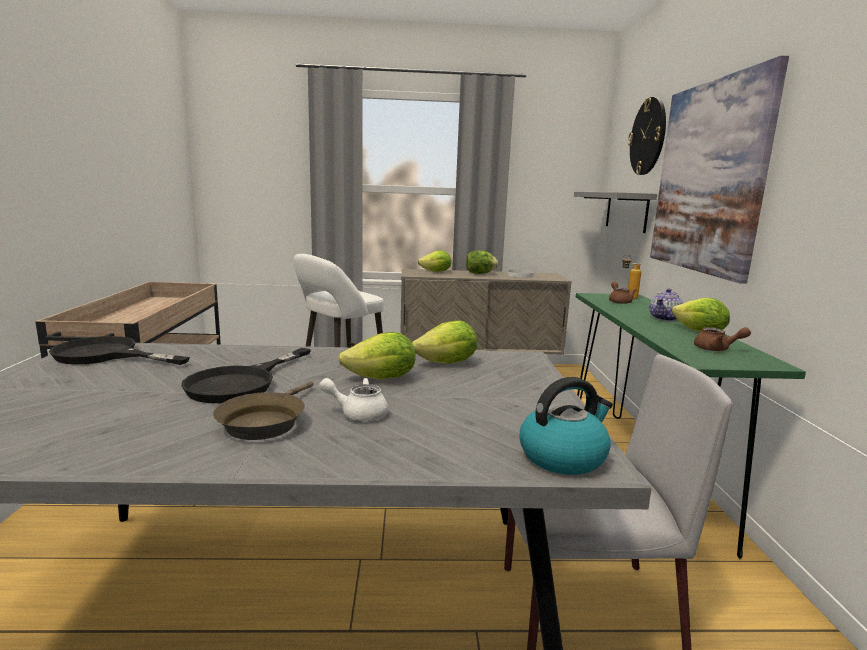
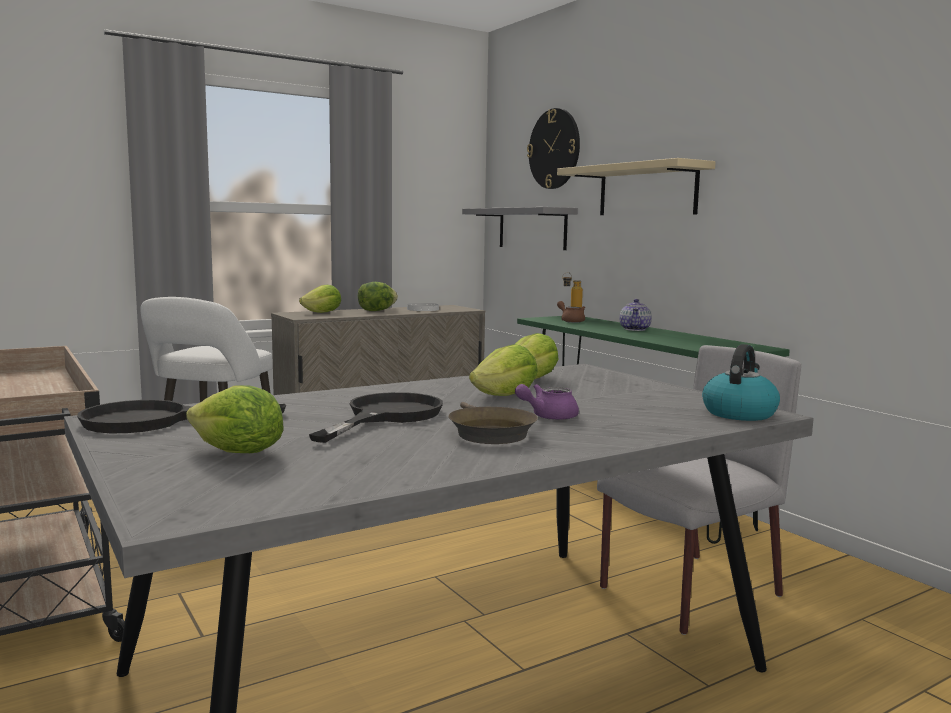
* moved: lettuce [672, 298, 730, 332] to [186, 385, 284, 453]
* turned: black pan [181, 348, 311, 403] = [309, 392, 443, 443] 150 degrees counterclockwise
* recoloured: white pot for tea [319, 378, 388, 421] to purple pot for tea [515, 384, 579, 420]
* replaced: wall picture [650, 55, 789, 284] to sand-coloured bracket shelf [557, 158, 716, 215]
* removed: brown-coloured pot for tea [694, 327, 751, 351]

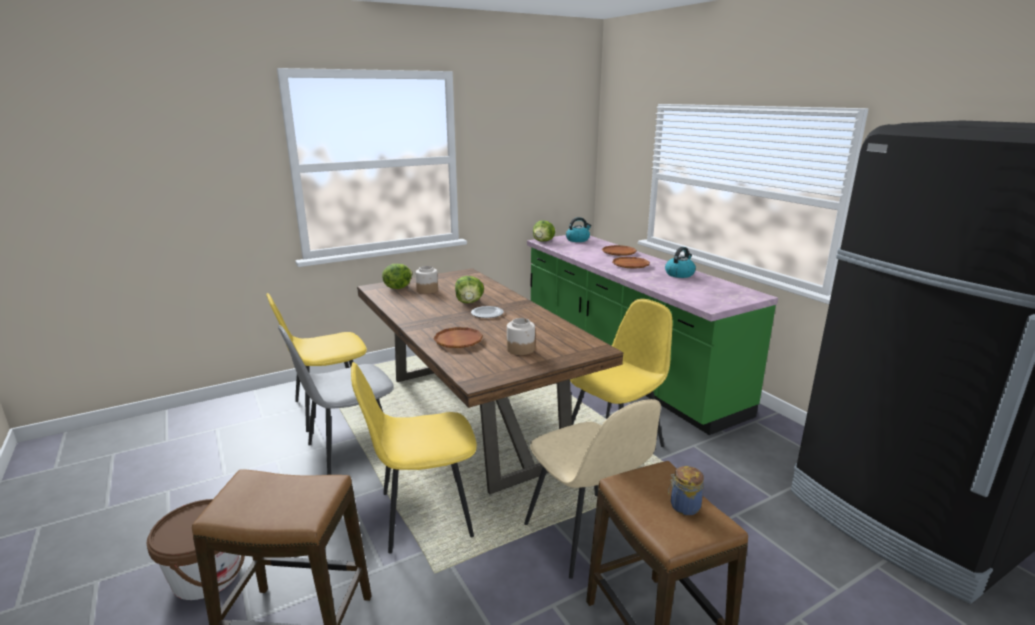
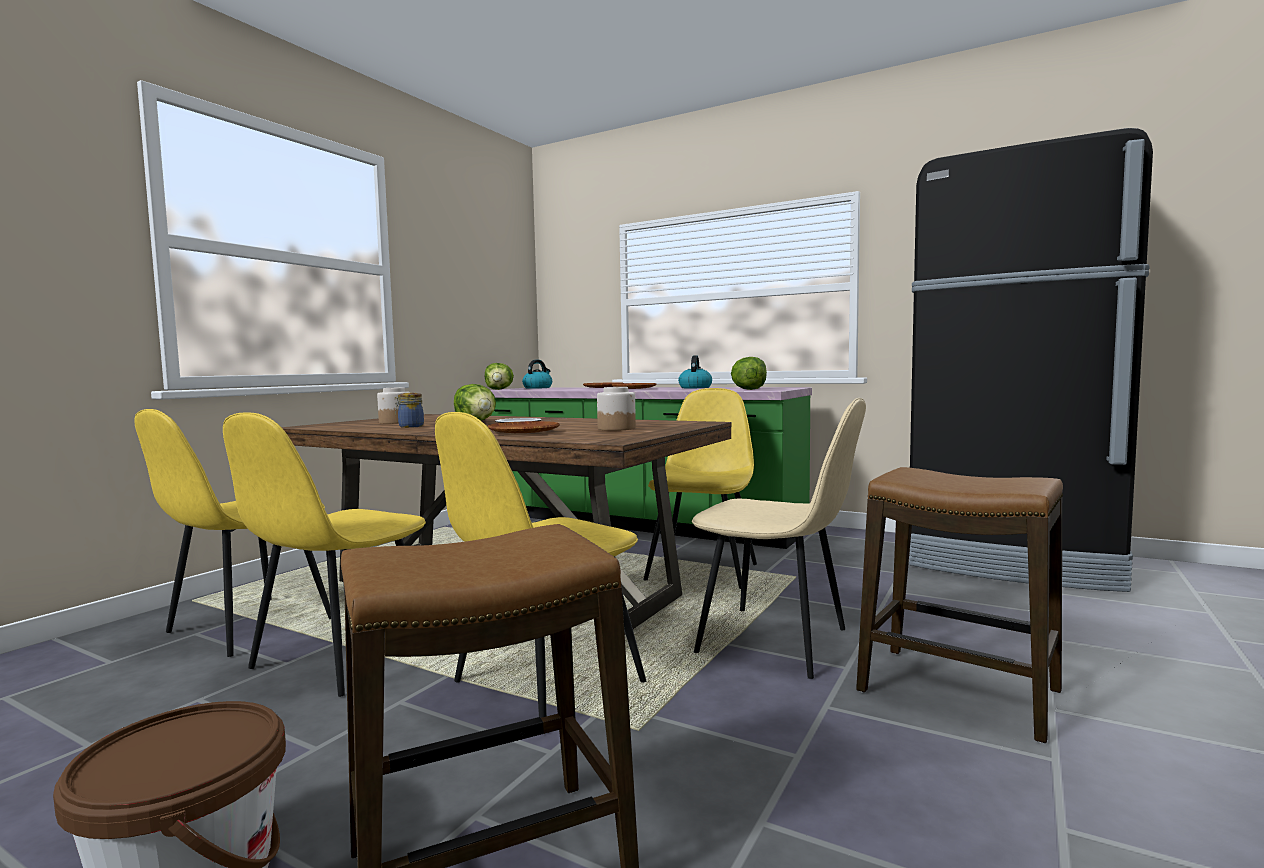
* recoloured: gray plain chair [278, 325, 394, 475] to yellowish plain chair [223, 412, 426, 697]
* moved: preserve jar [668, 466, 704, 515] to [395, 393, 424, 428]
* moved: lettuce [382, 264, 413, 289] to [731, 357, 767, 390]

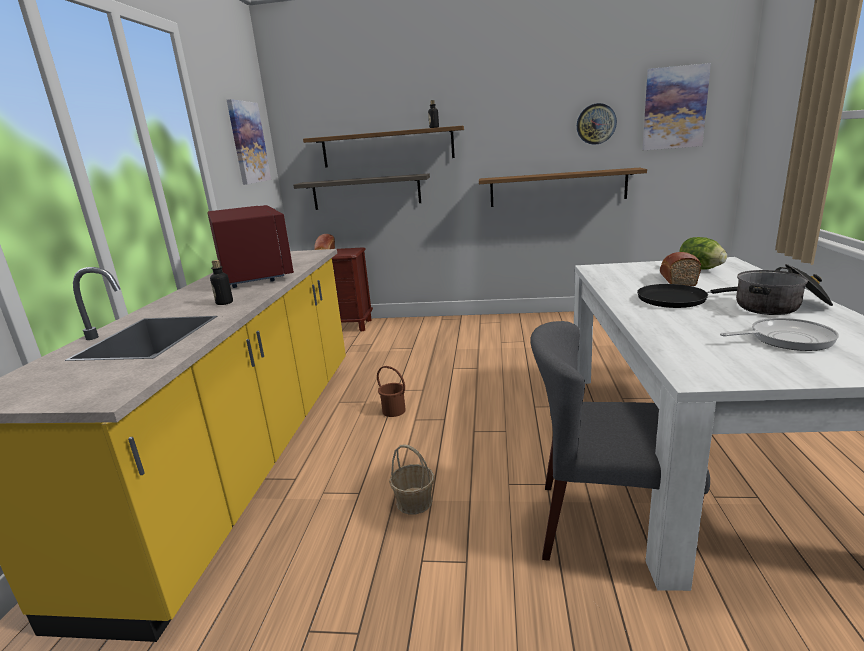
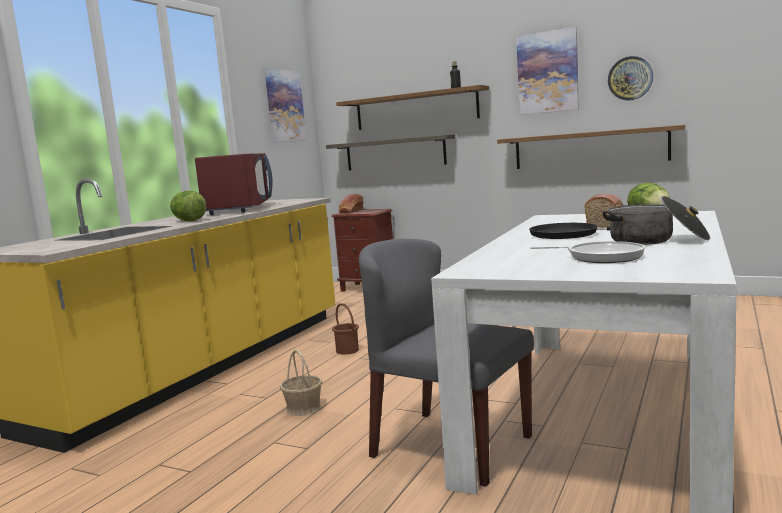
* replaced: beverage bottle [210, 260, 233, 305] to lettuce [170, 190, 206, 221]
* moved: wall picture [643, 63, 711, 150] to [516, 27, 579, 115]

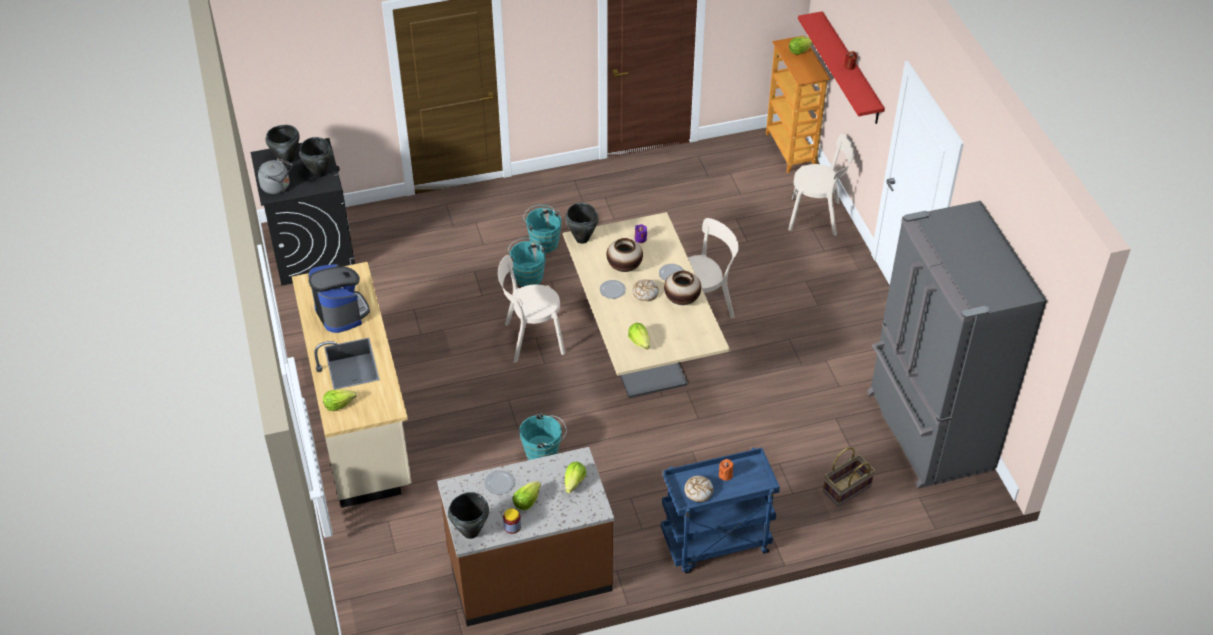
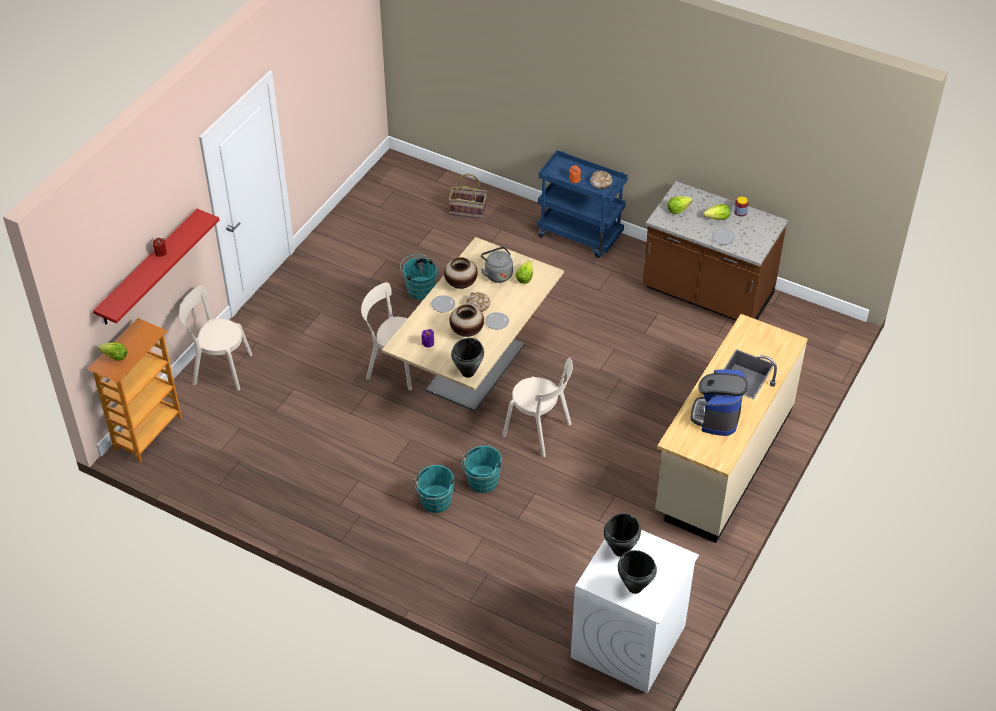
* turned: sand-coloured plain chair [788, 134, 854, 236] = [179, 286, 253, 391] 45 degrees counterclockwise
* moved: blue-green water bucket [520, 413, 567, 460] to [400, 255, 437, 300]
* moved: gray water kettle [258, 158, 293, 194] to [481, 246, 513, 283]
* recoloured: black washing machine [251, 138, 355, 286] to white washing machine [571, 530, 699, 693]
* removed: lettuce [323, 390, 356, 411]
* removed: black stockpot [448, 492, 489, 539]
* removed: gray fridge [867, 201, 1047, 489]

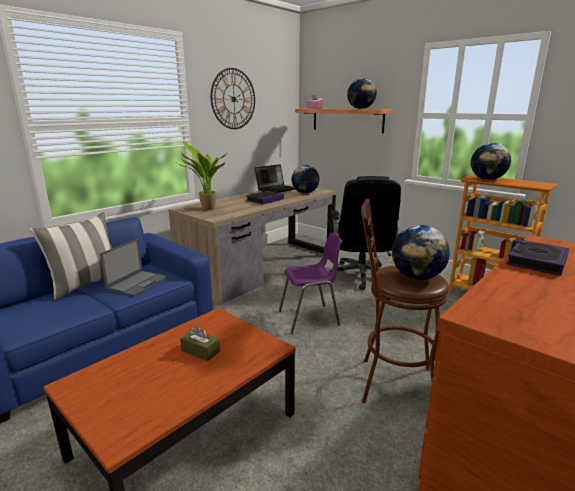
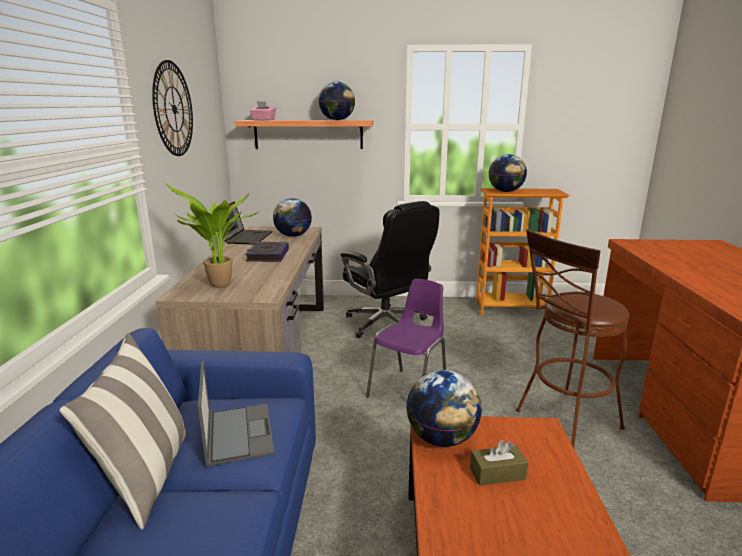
* moved: desk globe [392, 225, 450, 280] to [406, 370, 482, 447]
* removed: book [507, 240, 570, 276]

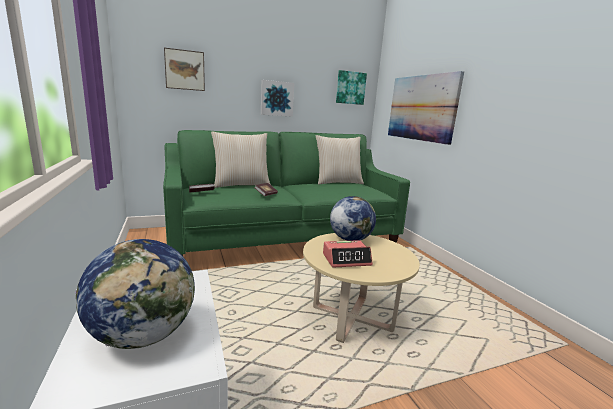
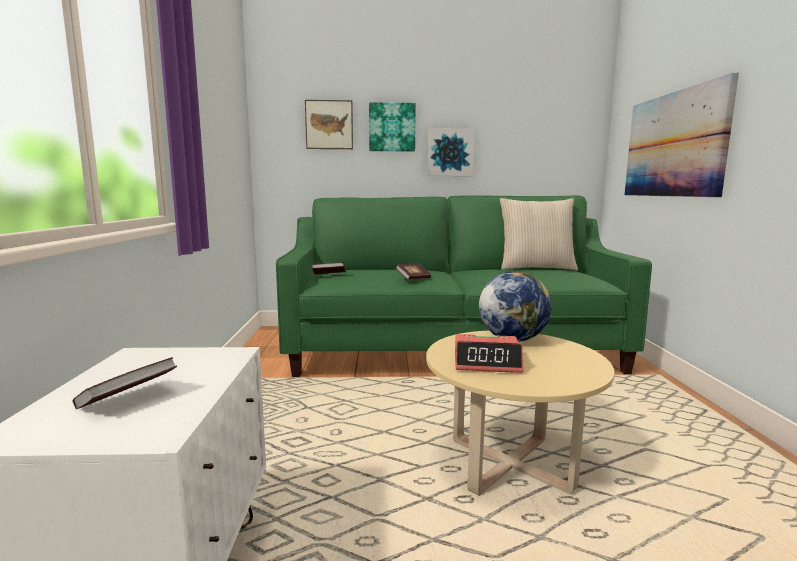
* replaced: desk globe [75, 239, 195, 349] to book [73, 357, 177, 409]
* moved: wall picture [336, 70, 367, 105] to [369, 102, 416, 152]
* removed: sand-coloured pillow [211, 131, 271, 188]

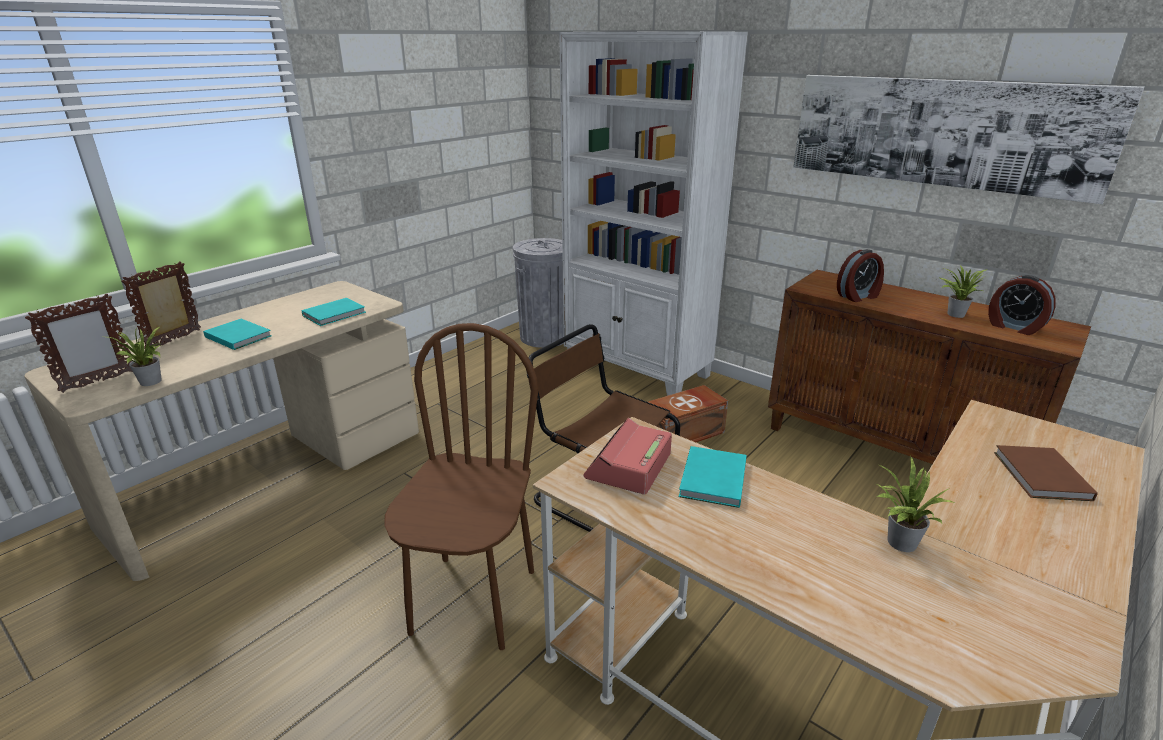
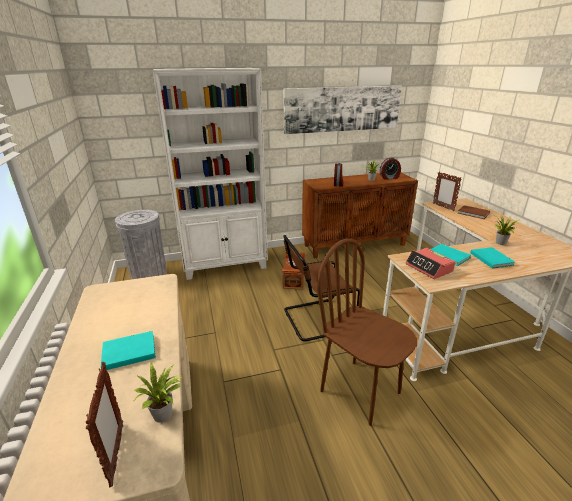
* moved: standing frame [121, 261, 201, 349] to [433, 172, 462, 211]
* moved: blue-green book [301, 298, 366, 326] to [470, 247, 515, 269]

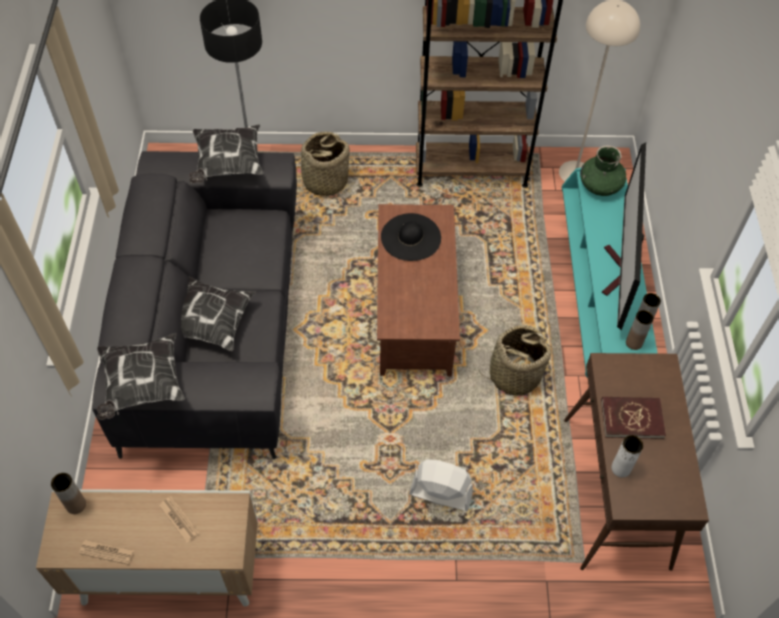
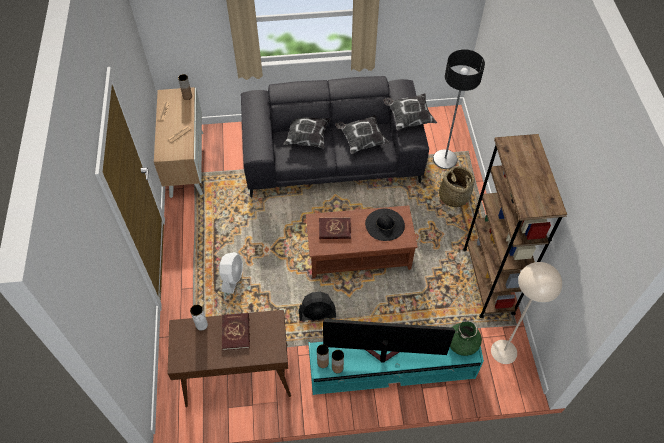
* replaced: basket [479, 325, 551, 396] to black electric fan [299, 292, 336, 321]
* added: reddish book [319, 218, 351, 239]
* moved: pillow [97, 333, 185, 420] to [335, 115, 390, 154]

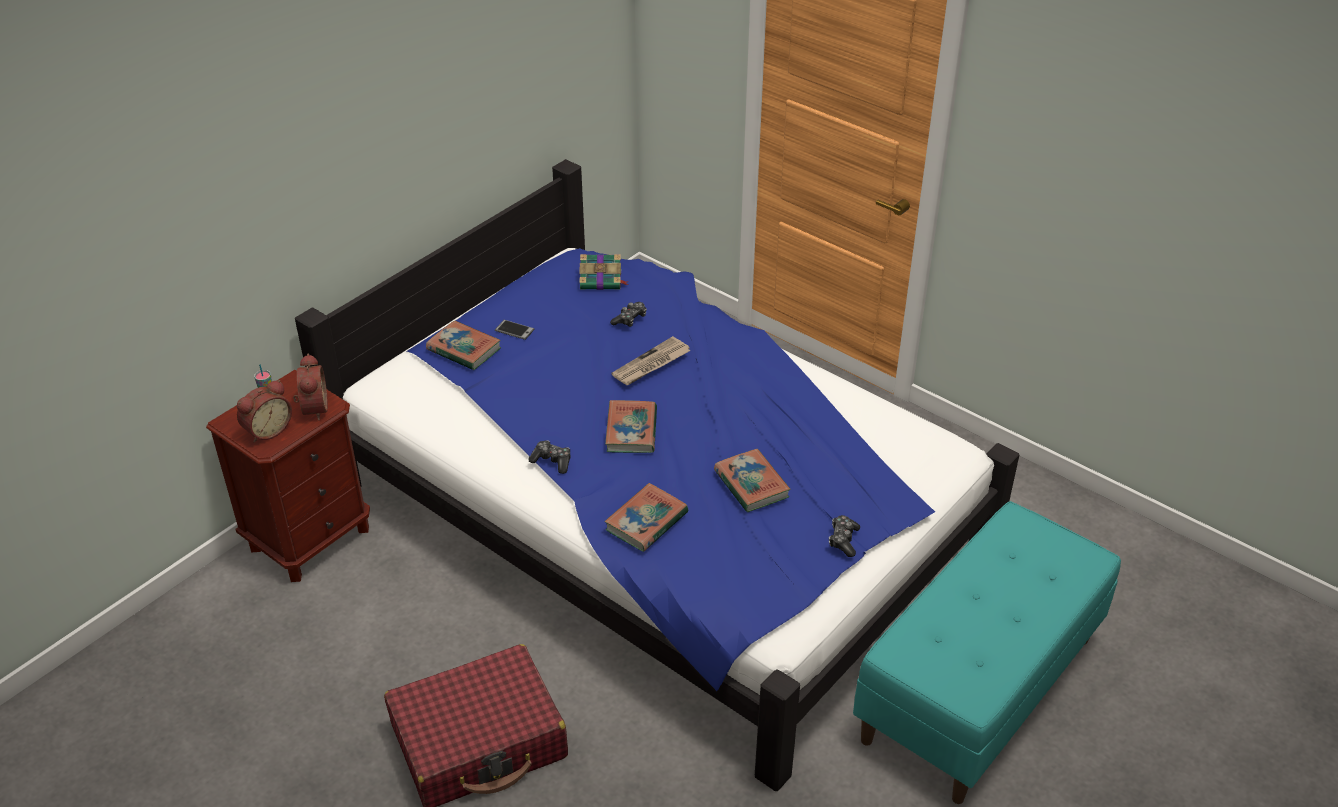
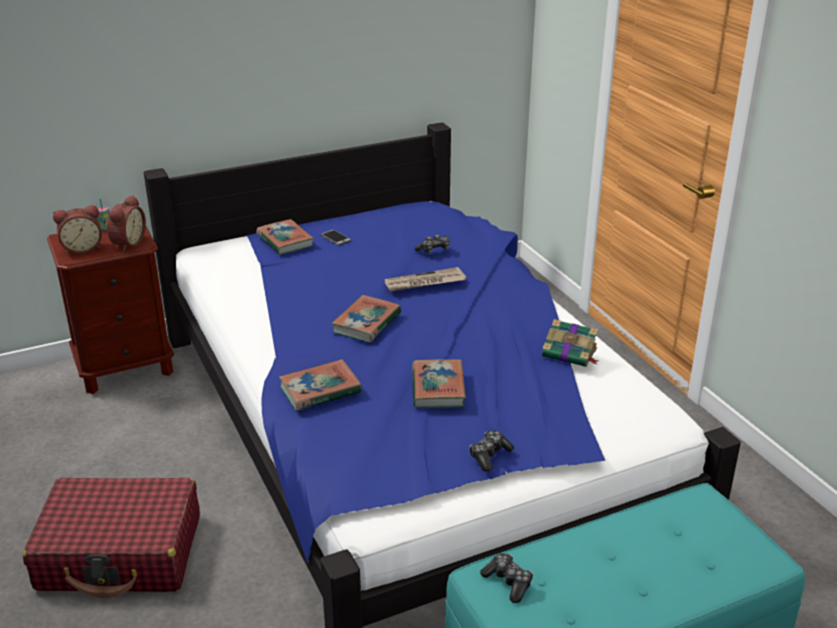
* moved: game controller [528, 440, 570, 474] to [480, 553, 533, 603]
* moved: book [579, 254, 629, 290] to [542, 319, 598, 367]

